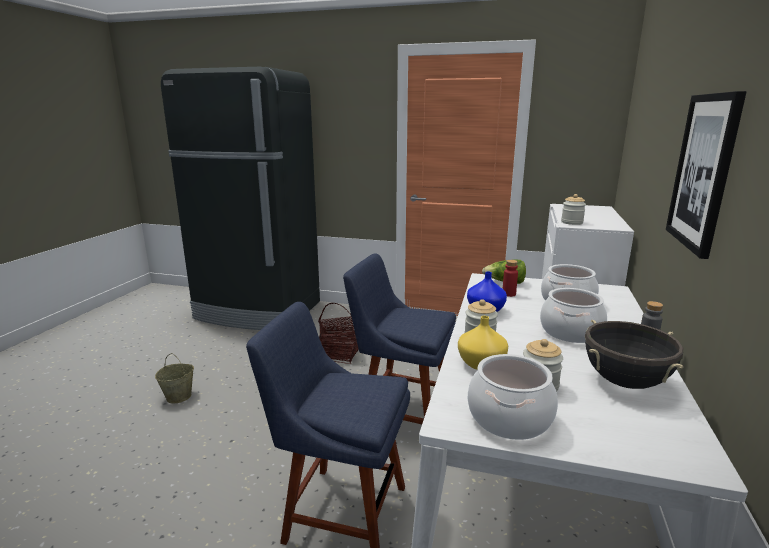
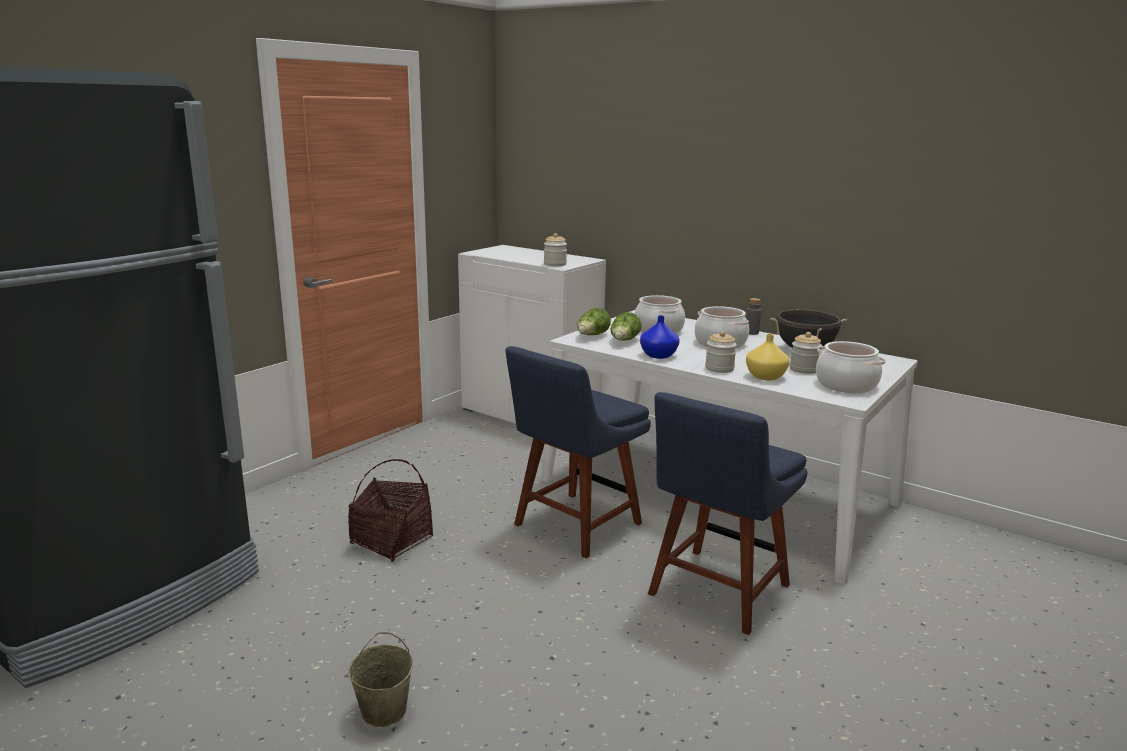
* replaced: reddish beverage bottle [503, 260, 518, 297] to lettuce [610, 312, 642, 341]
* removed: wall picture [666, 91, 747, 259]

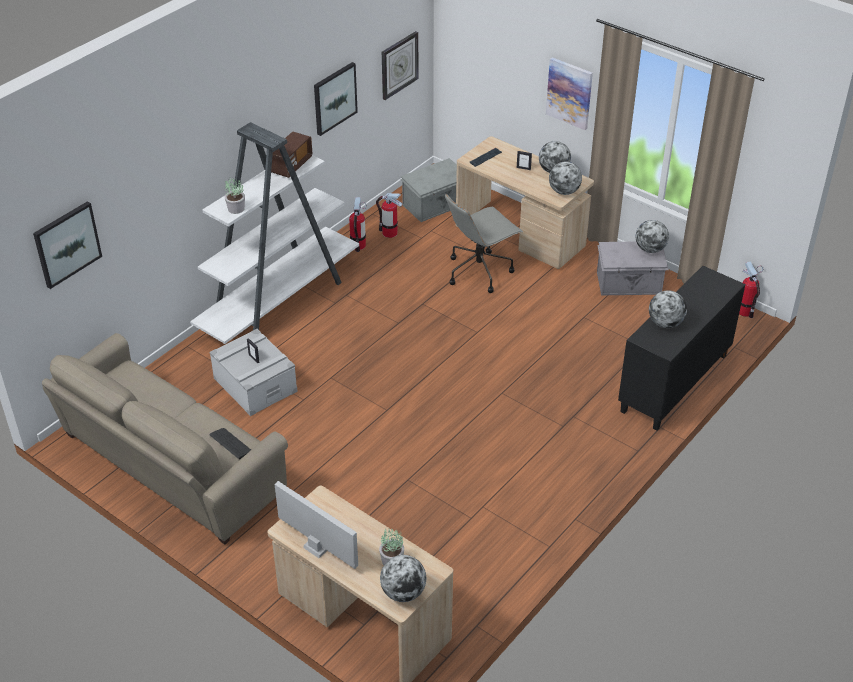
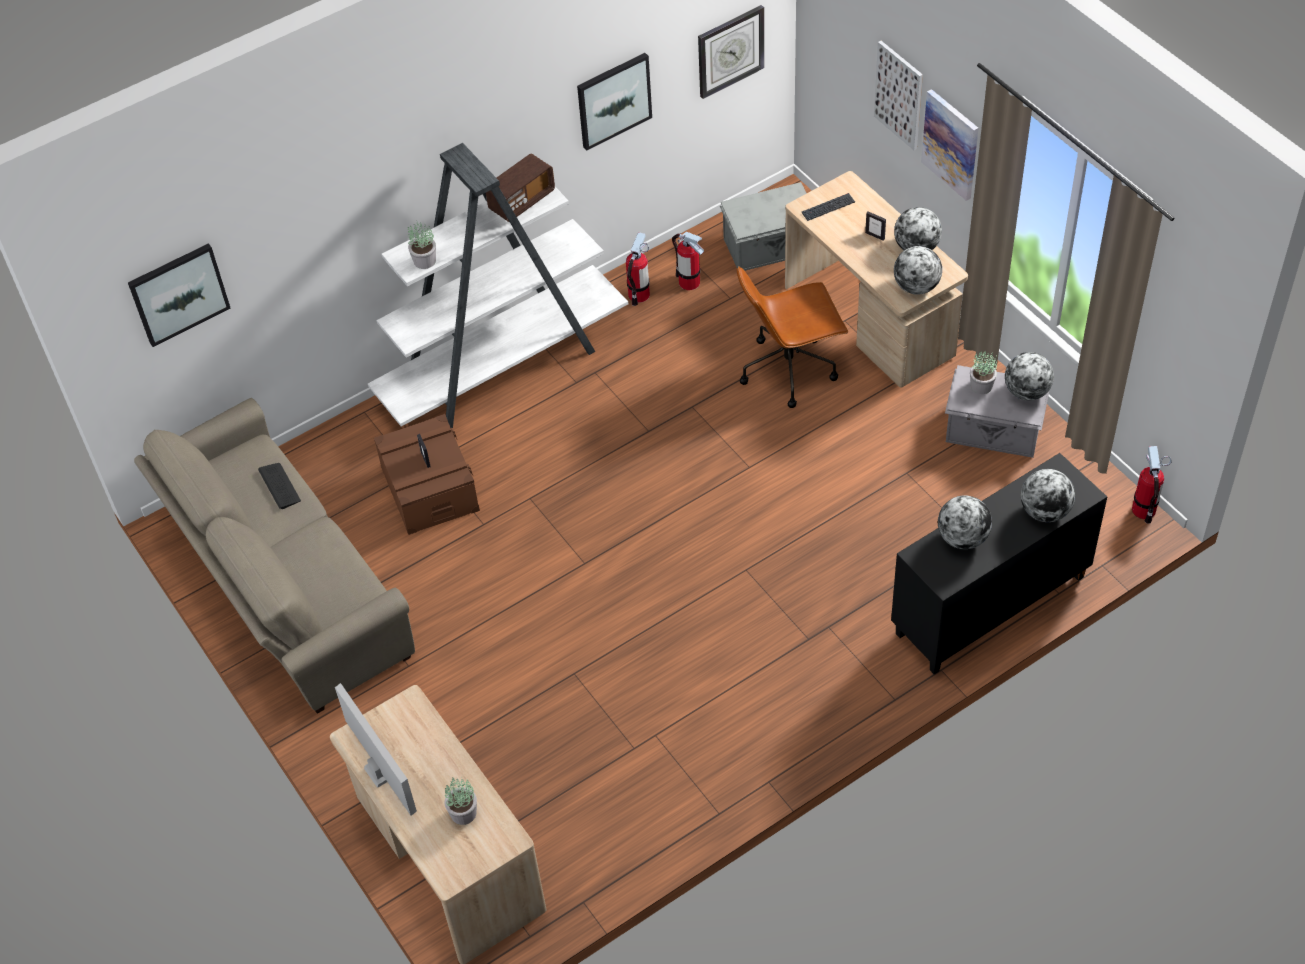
* moved: keyboard [209, 428, 251, 459] to [258, 463, 301, 509]
* recoloured: gray storage container [210, 329, 298, 416] to brown-coloured storage container [374, 414, 480, 535]
* recoloured: gray office chair [445, 193, 523, 293] to brown-coloured office chair [737, 266, 848, 408]
* added: wall picture [874, 41, 923, 150]
* added: plant in a pot [970, 350, 997, 394]
* moved: desk globe [380, 555, 426, 602] to [1021, 469, 1075, 522]

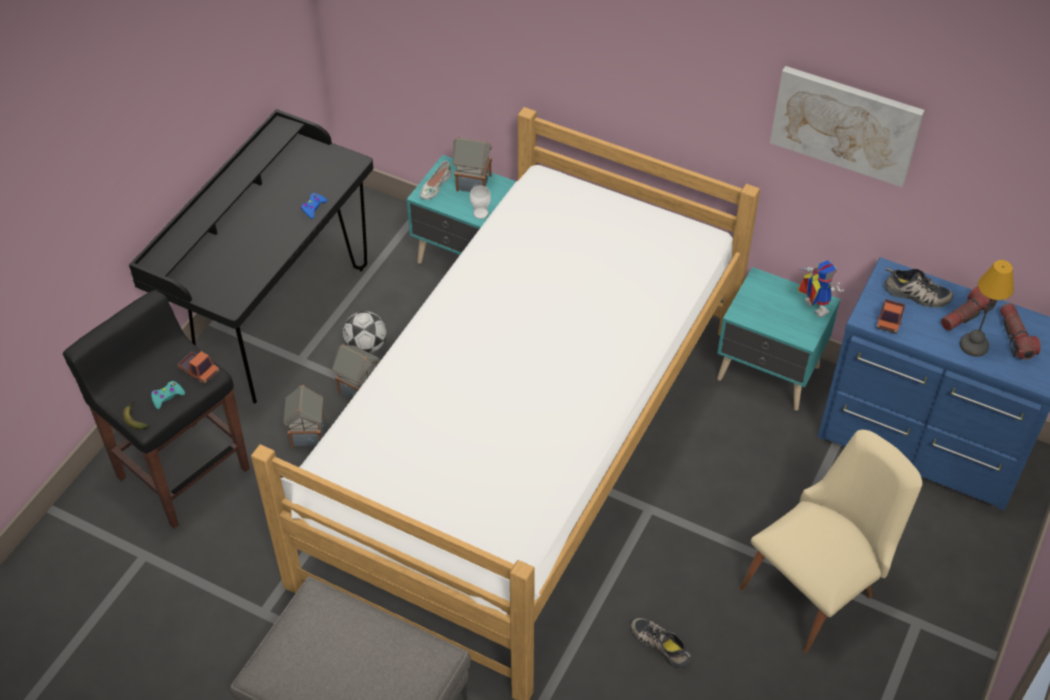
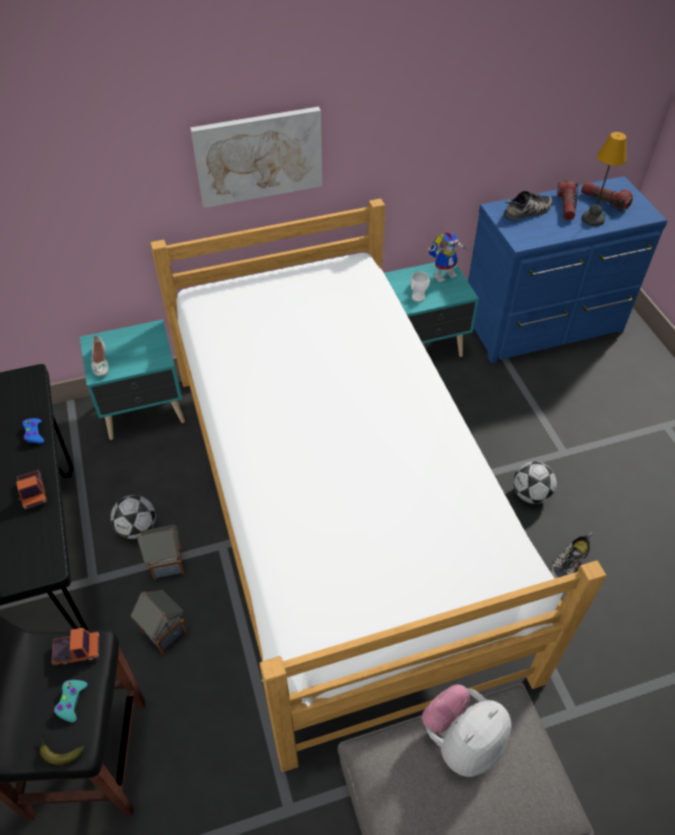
* moved: toy lorry [876, 299, 906, 334] to [16, 470, 47, 510]
* moved: wall picture [770, 66, 925, 187] to [190, 107, 322, 208]
* moved: small cup [470, 186, 491, 219] to [410, 271, 430, 302]
* added: cuddly toy [422, 684, 511, 777]
* turned: toy robot [798, 260, 844, 318] = [428, 232, 470, 283] 135 degrees clockwise
* added: football [513, 462, 557, 504]
* turned: item of footwear [631, 618, 691, 669] = [549, 532, 593, 578] 45 degrees counterclockwise
* removed: toy house [452, 137, 492, 192]
* removed: sand-coloured plain chair [739, 430, 922, 653]

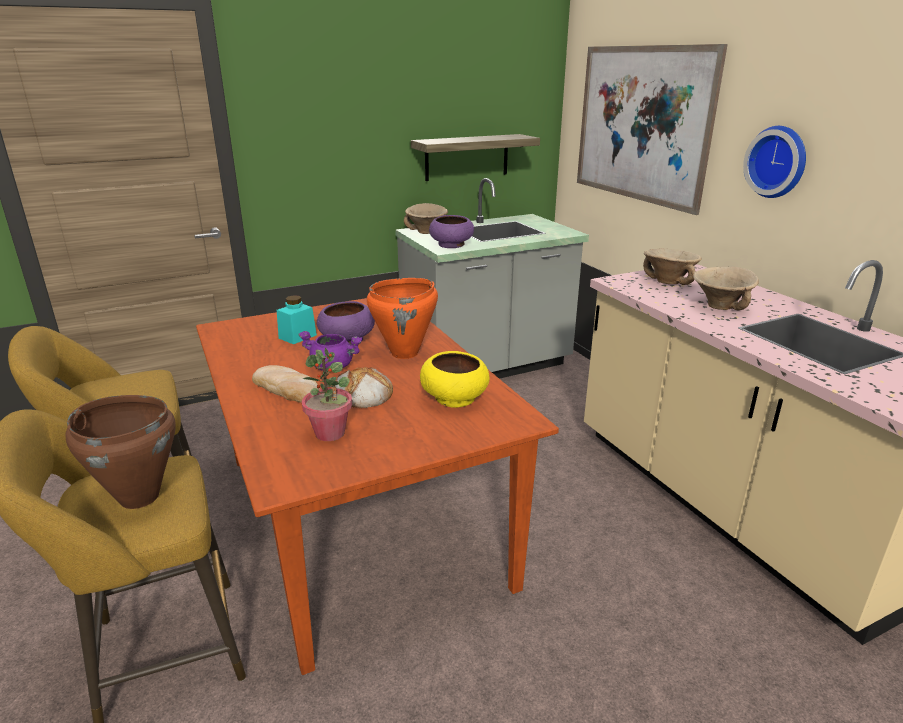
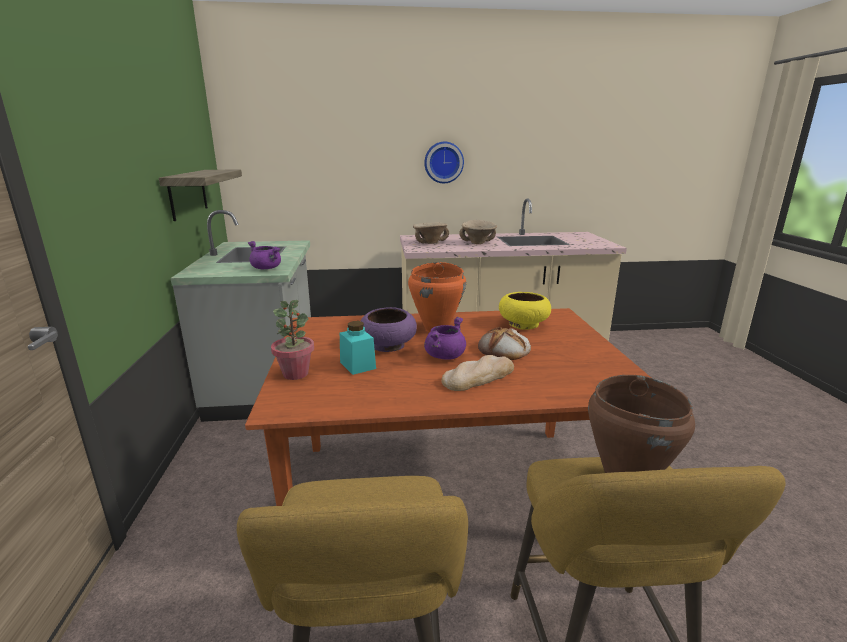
* replaced: purple serving bowl [429, 215, 474, 248] to purple stockpot [248, 241, 281, 269]
* moved: plant in a pot [302, 348, 352, 441] to [271, 300, 314, 380]
* removed: sand-coloured serving bowl [404, 203, 448, 234]
* removed: wall picture [577, 44, 728, 215]

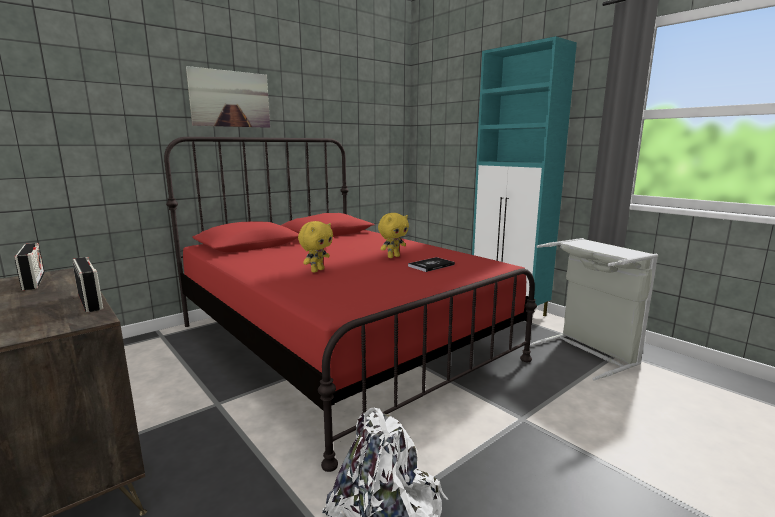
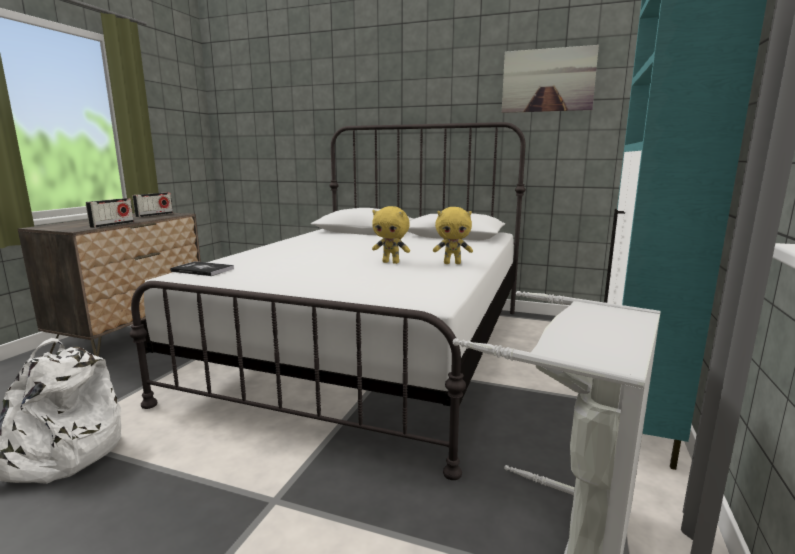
* recoloured: reddish bed [164, 137, 537, 472] to white bed [129, 122, 526, 480]
* moved: book [408, 257, 455, 272] to [170, 261, 234, 276]
* moved: yellowish cuddly toy [298, 221, 333, 273] to [433, 207, 473, 264]
* moved: wall picture [186, 66, 270, 128] to [502, 45, 599, 113]

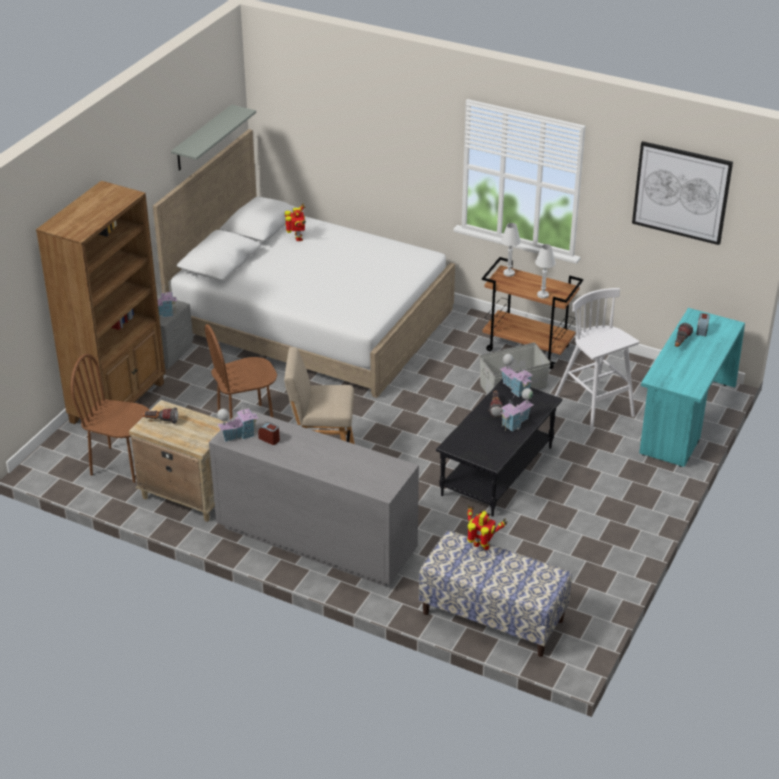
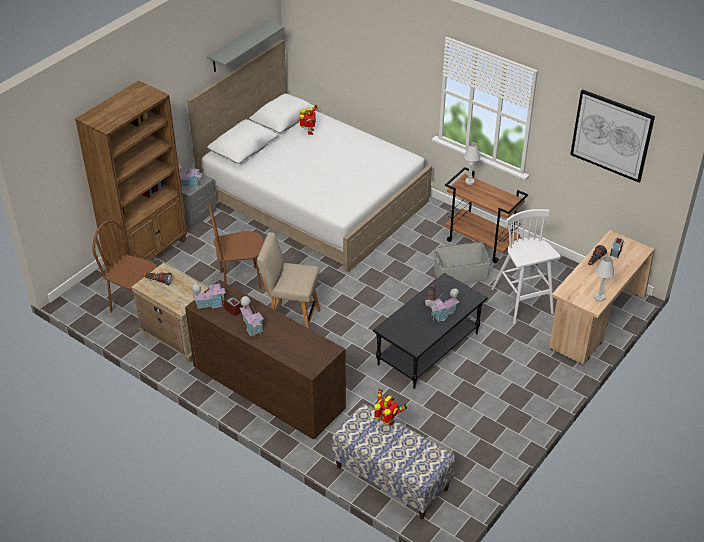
* recoloured: gray drawer chest [209, 408, 419, 587] to brown-coloured drawer chest [185, 280, 346, 440]
* moved: toy house [500, 354, 533, 397] to [240, 296, 263, 337]
* recoloured: blue-green desk unit [639, 308, 745, 467] to sand-coloured desk unit [549, 230, 655, 365]
* moved: white lamp for a table [535, 244, 556, 299] to [594, 256, 614, 302]

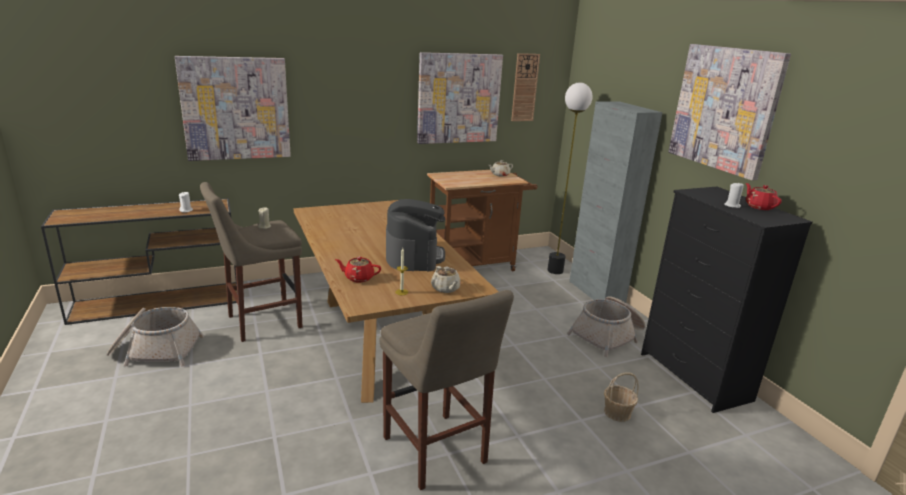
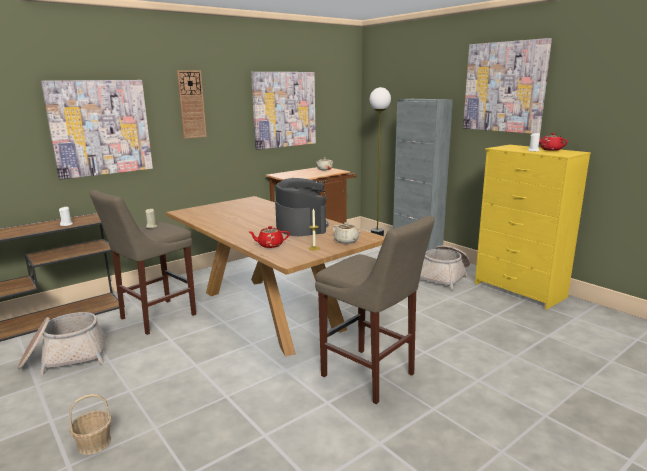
* moved: basket [604, 372, 639, 422] to [69, 394, 112, 455]
* moved: wall clock [511, 53, 540, 121] to [177, 70, 207, 139]
* recoloured: black drawer chest [641, 187, 812, 413] to yellowish drawer chest [475, 145, 591, 310]

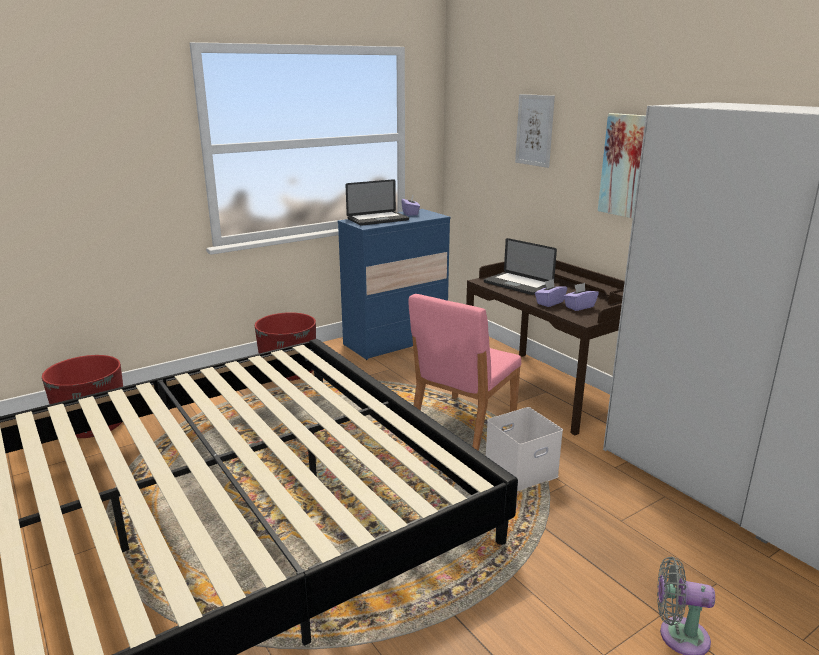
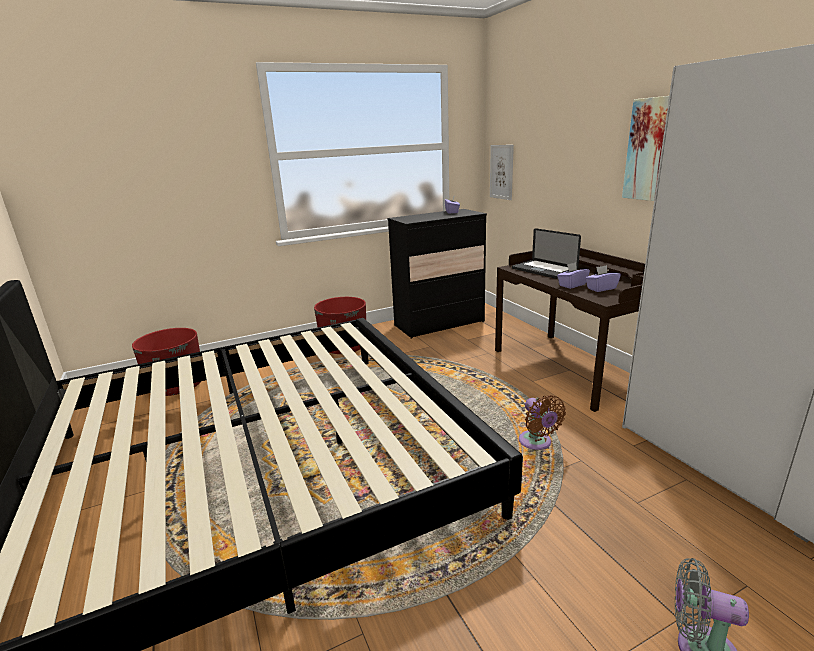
* recoloured: blue-coloured drawer chest [338, 209, 450, 360] to black drawer chest [388, 209, 487, 339]
* moved: wall picture [515, 94, 555, 168] to [490, 145, 514, 200]
* replaced: white storage container [486, 407, 563, 491] to brown-coloured electric fan [519, 395, 566, 450]
* removed: laptop [346, 179, 409, 226]
* removed: pinkish plain chair [408, 294, 521, 451]

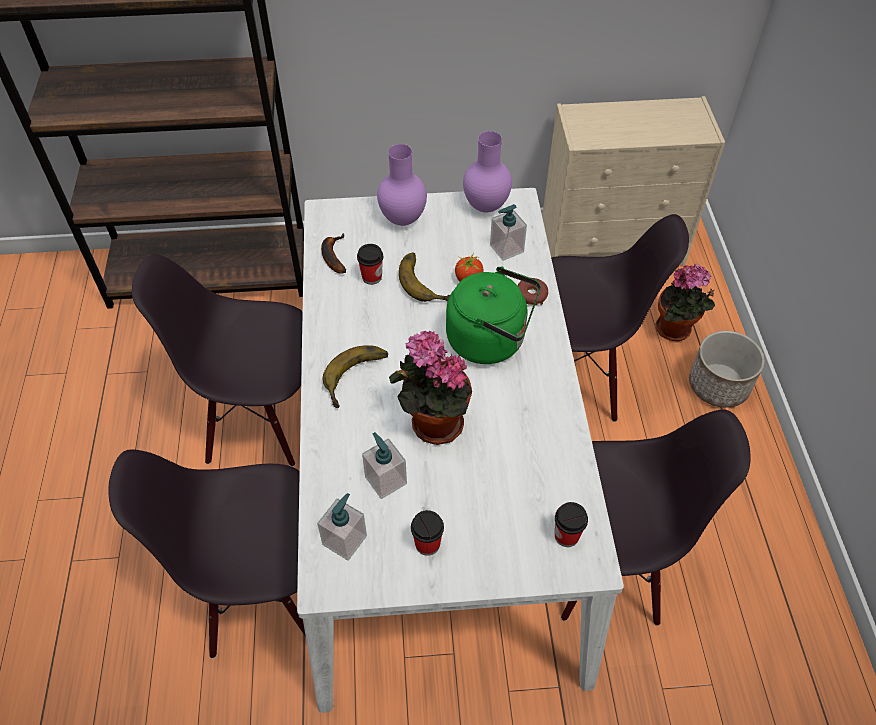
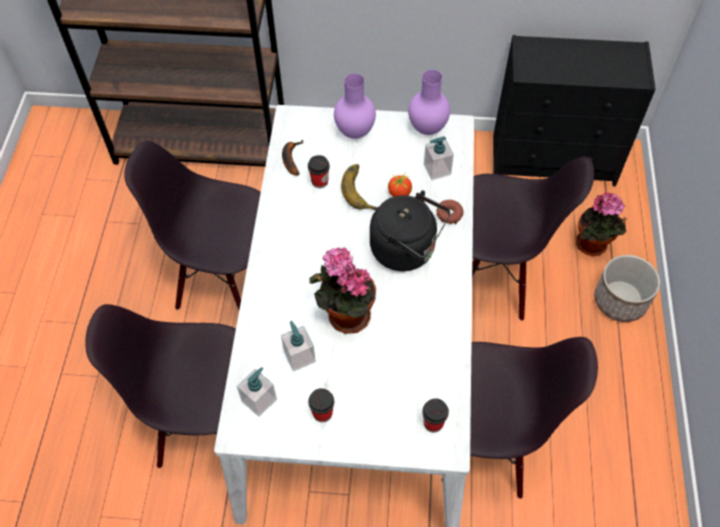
* recoloured: greenish water kettle [446, 267, 541, 364] to black water kettle [370, 191, 450, 271]
* recoloured: sand-coloured drawer chest [542, 96, 725, 266] to black drawer chest [493, 35, 656, 186]
* removed: banana [323, 345, 388, 408]

